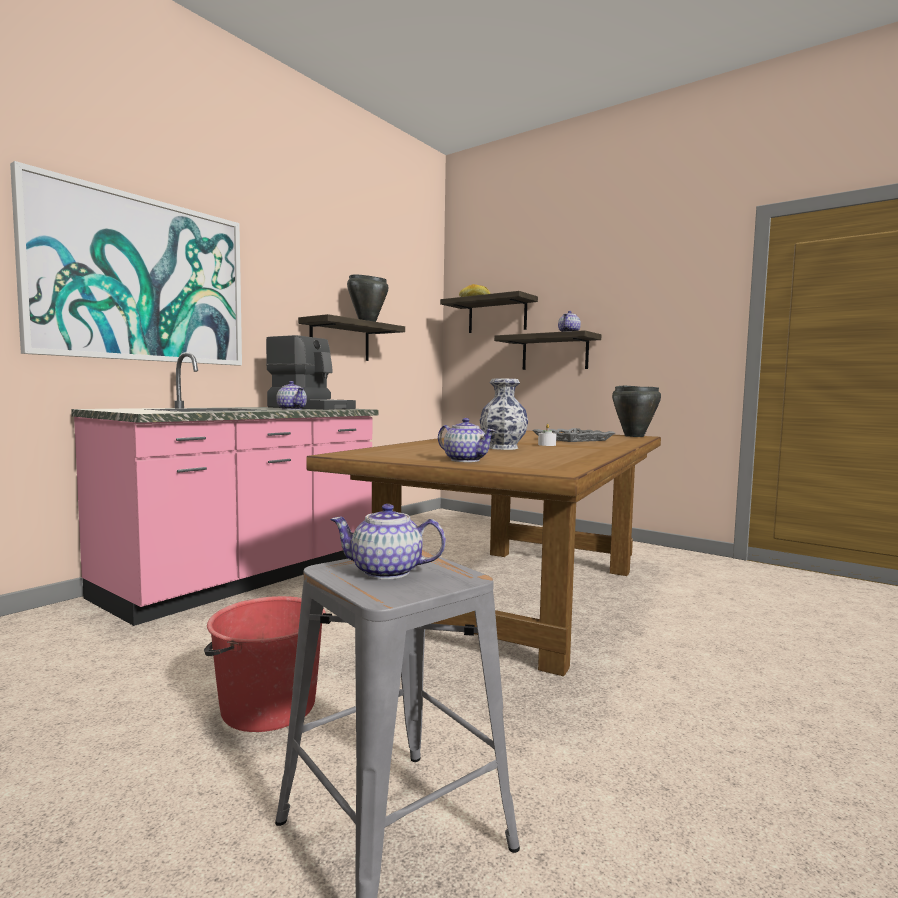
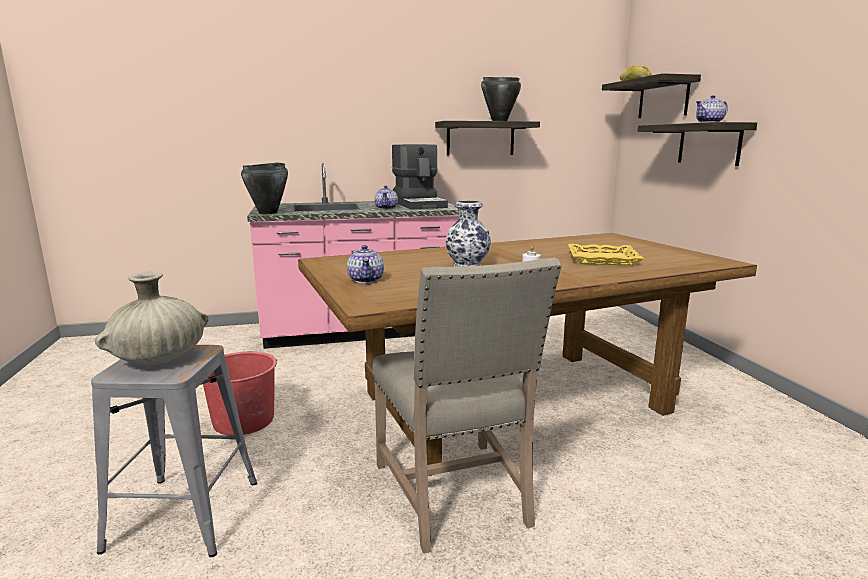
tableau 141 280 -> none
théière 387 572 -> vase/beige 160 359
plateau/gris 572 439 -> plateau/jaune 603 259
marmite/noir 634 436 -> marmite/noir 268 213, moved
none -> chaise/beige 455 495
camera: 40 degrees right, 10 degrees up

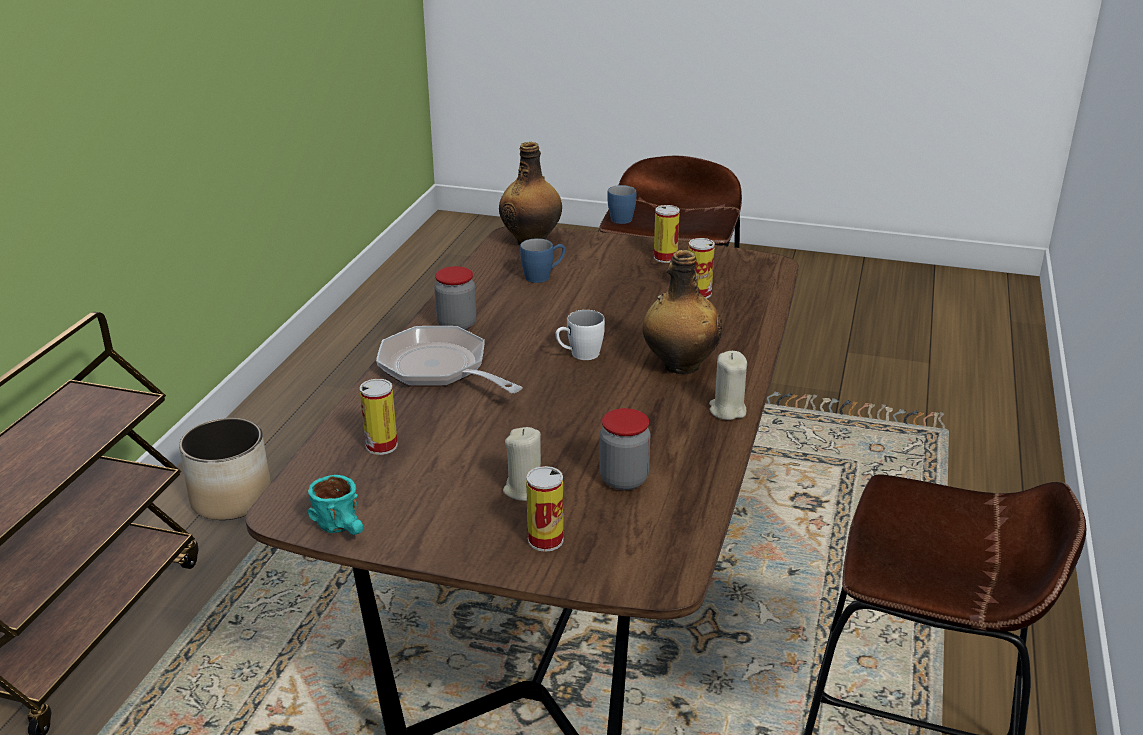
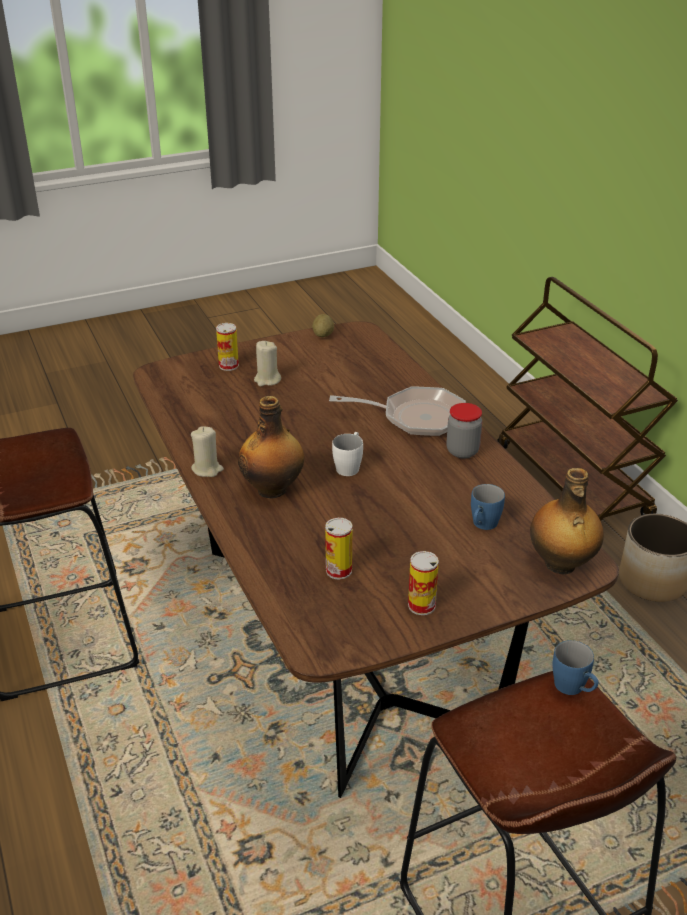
mug/turquoise 345 529 -> pomme de terre 323 335
boîte métallique 381 446 -> none
bocal 624 479 -> none
camera: 140 degrees right, 5 degrees up

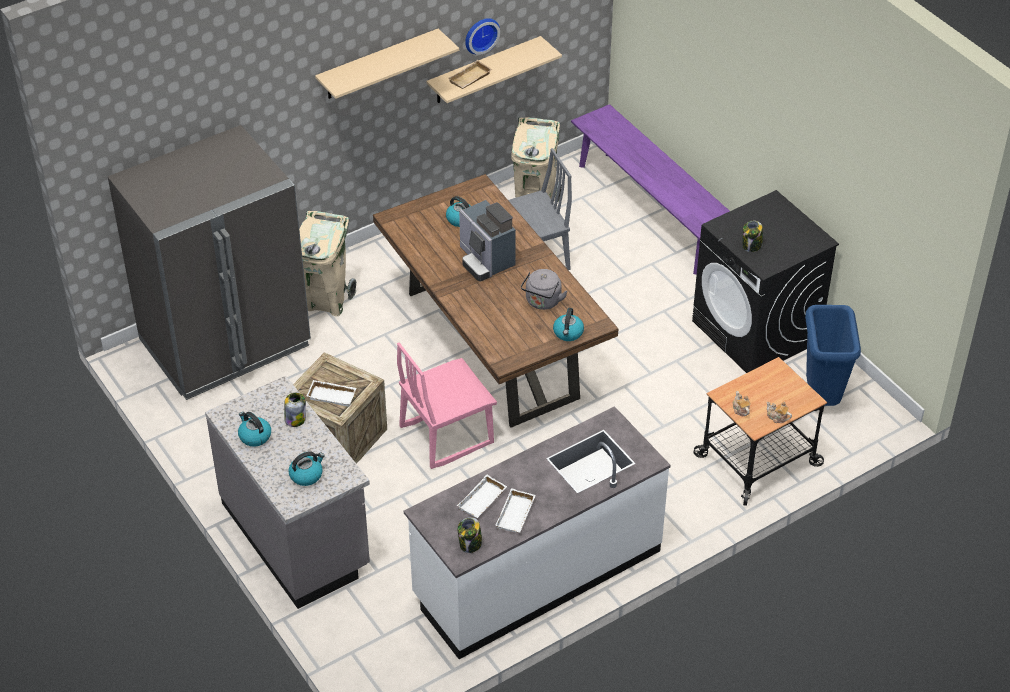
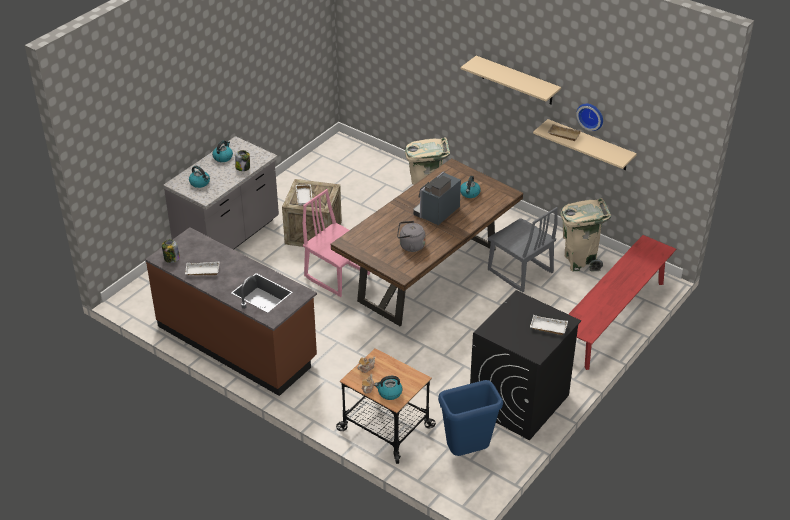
réfrigérateur/gris 226 343 -> none
comptoir de cuisine/blanc 536 574 -> comptoir de cuisine/marron 237 343
plateau/blanc 482 501 -> plateau/blanc 547 328, moved
bouilloire 568 333 -> bouilloire 389 393, moved
banc/violet 651 211 -> banc/rouge 613 319
bocal 751 246 -> none
camera: 70 degrees right, 5 degrees down

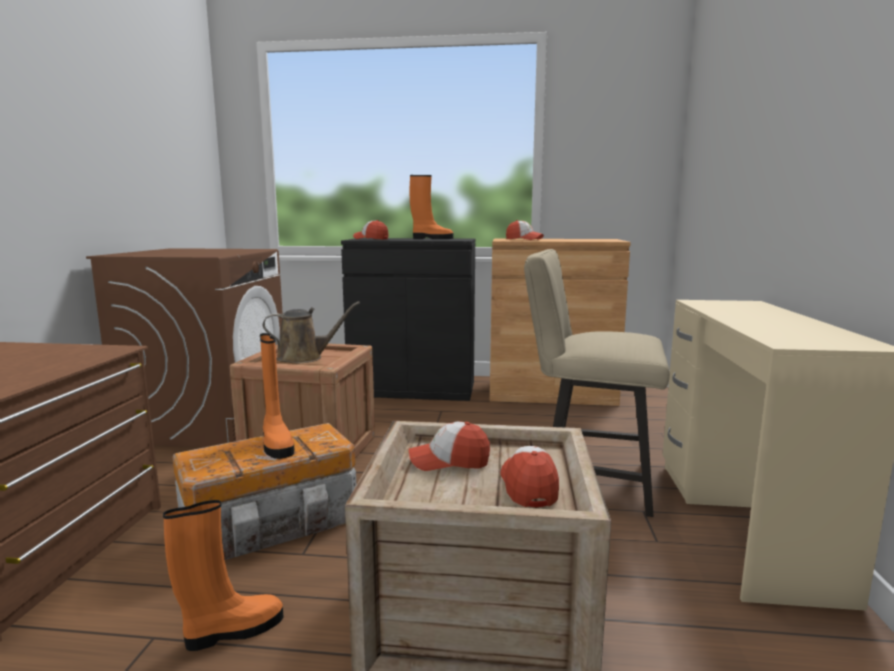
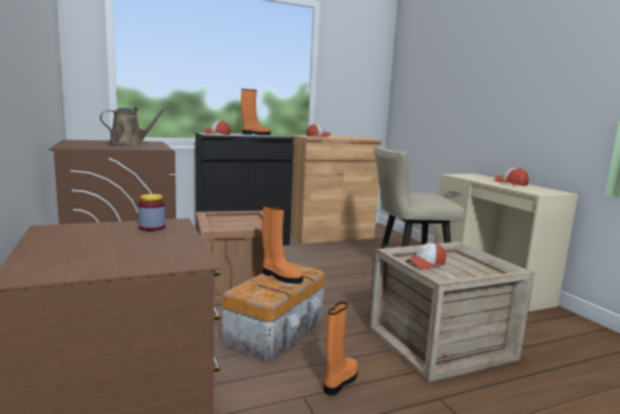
arrosoir/marron 304 358 -> arrosoir/marron 130 144, moved
casquette 528 486 -> casquette 511 183, moved
none -> bocal 152 227
camera: 30 degrees left, 0 degrees up

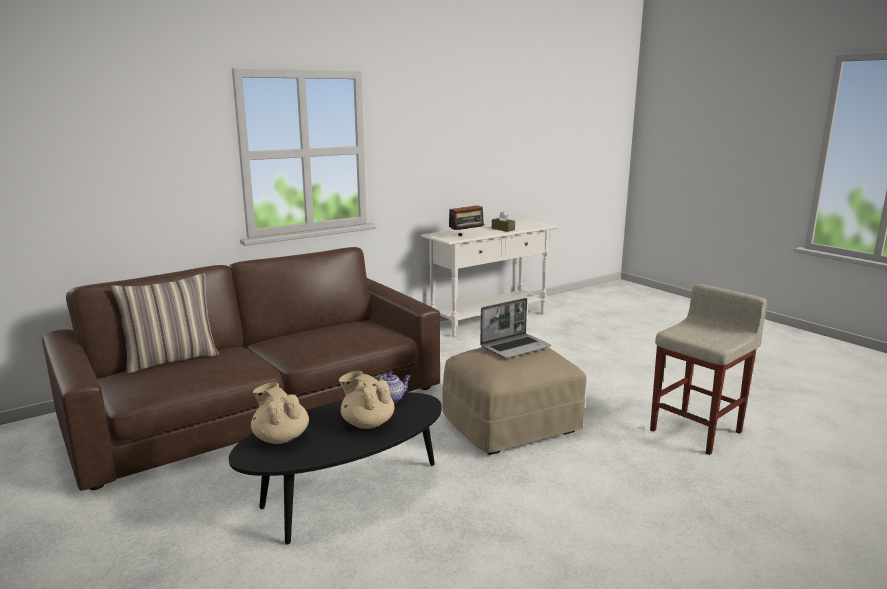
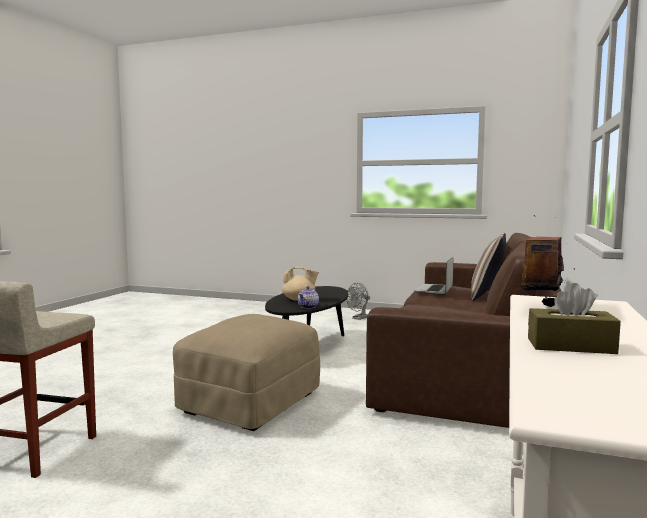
théière/beige 280 437 -> none
ordinateur portable 515 347 -> ordinateur portable 434 290, moved
none -> ventilateur/gris 359 318
camera: 145 degrees right, 10 degrees down

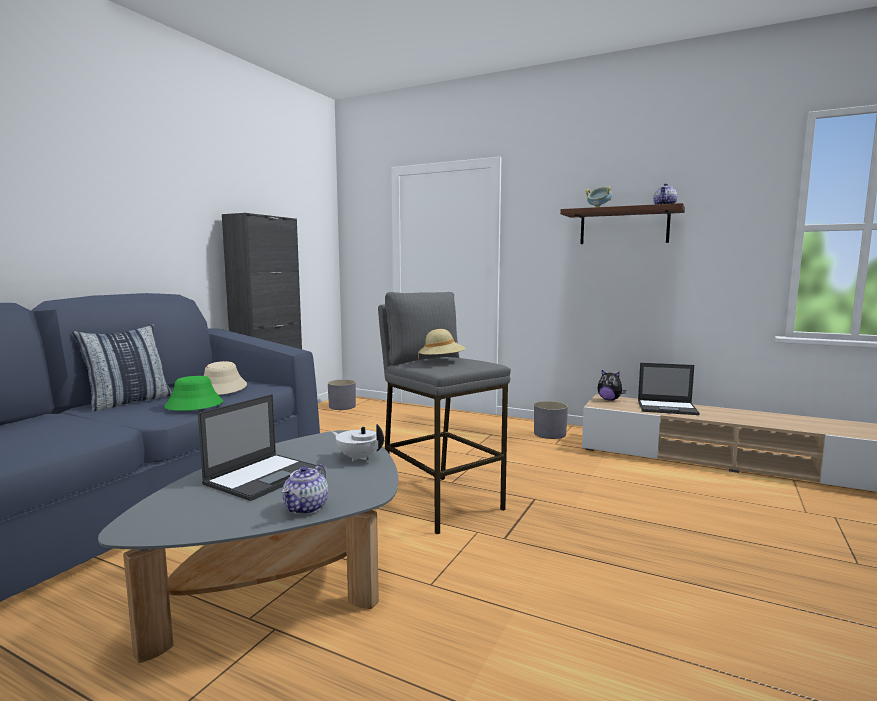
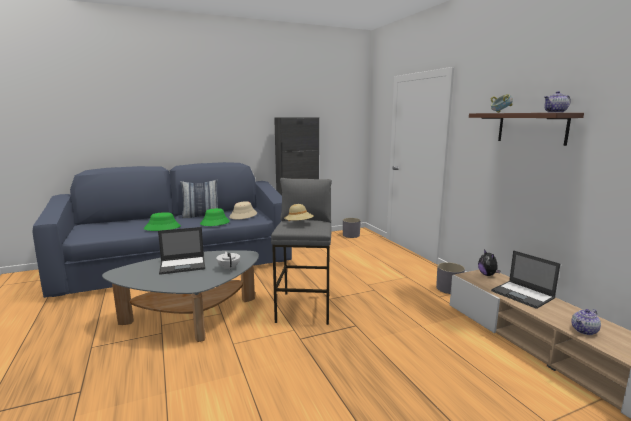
théière 306 508 -> théière 584 331, moved
none -> chapeau/vert 162 227
camera: 40 degrees right, 5 degrees up

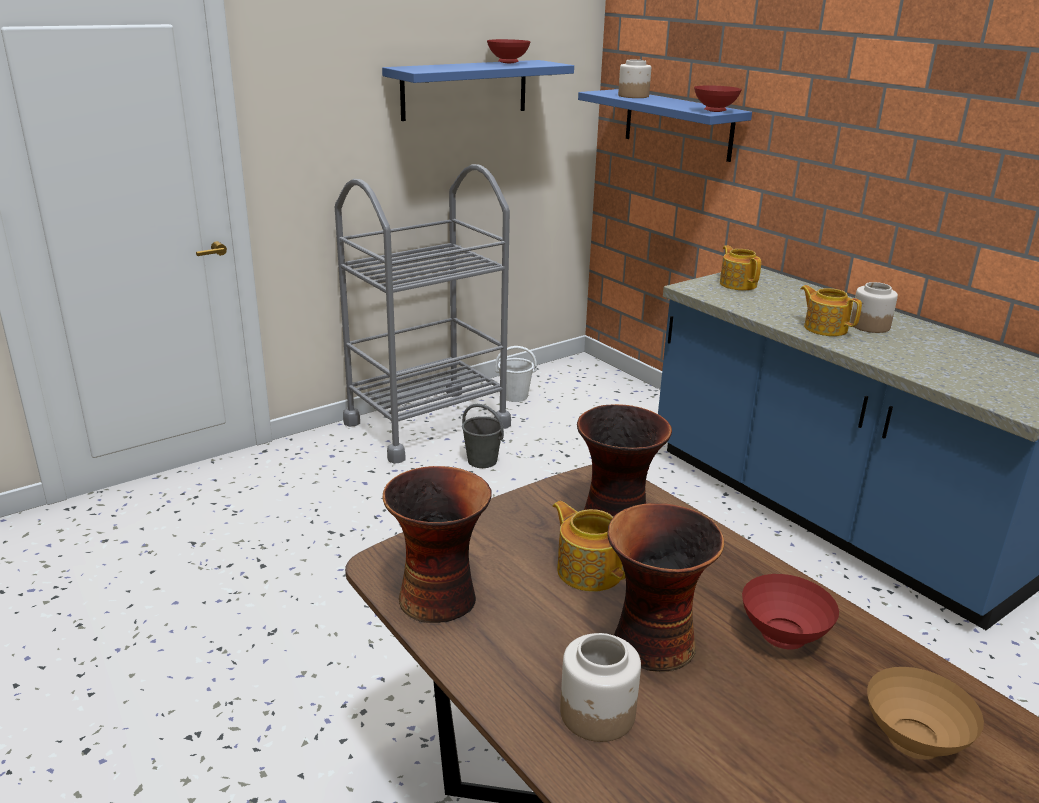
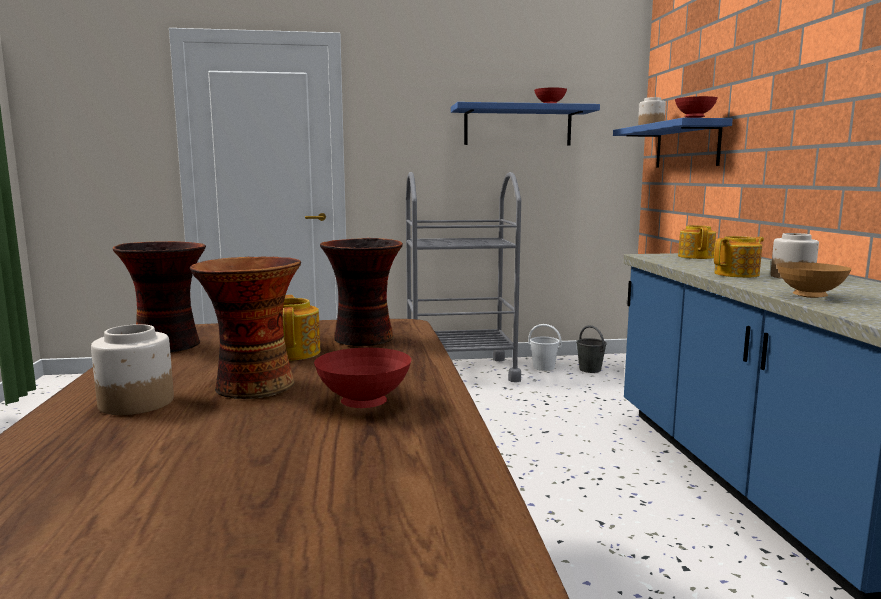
seau/gris 482 461 -> seau/gris 590 369, moved
théière 825 328 -> théière 737 274, 75 degrees clockwise
bol/marron 911 741 -> bol/marron 808 296, moved
camera: 30 degrees right, 15 degrees down

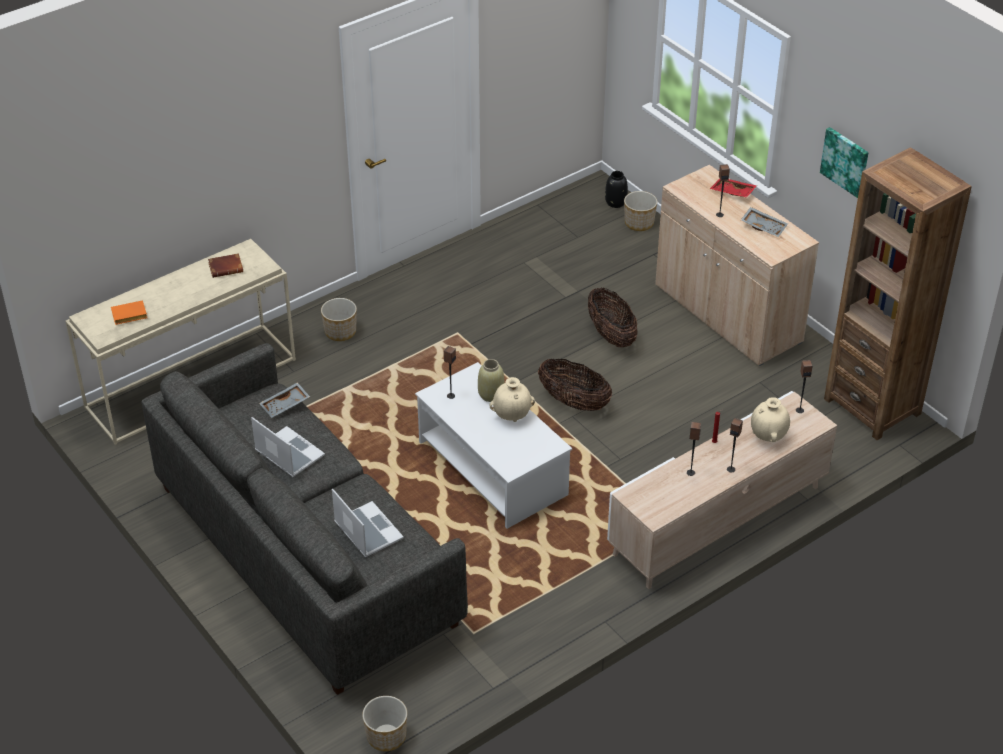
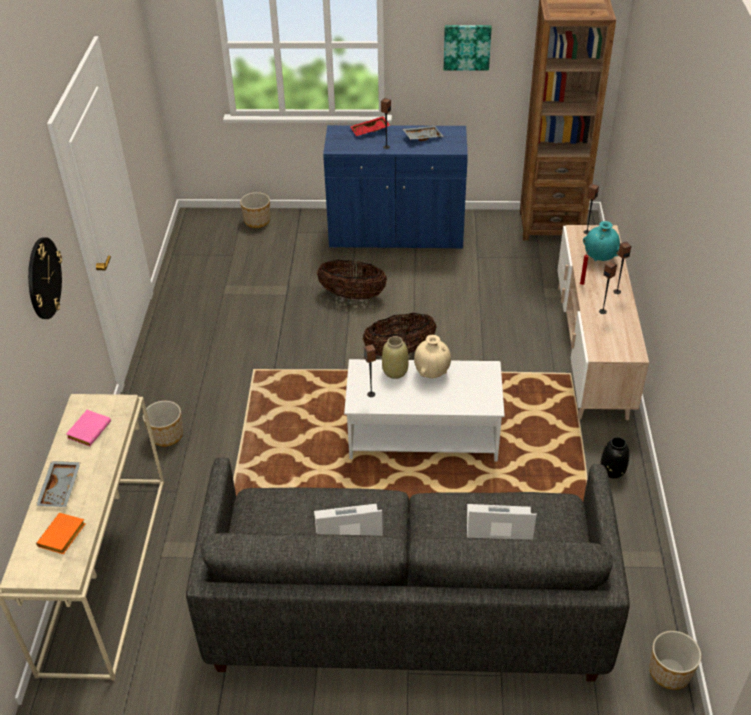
livre/marron 226 267 -> livre/rose 89 430
plateau/gris 285 405 -> plateau/gris 61 489, moved
vase/noir 616 202 -> vase/noir 612 470, moved
meuble de rangement/beige 727 314 -> meuble de rangement/bleu 396 234
vase/beige 768 437 -> vase/turquoise 600 258
none -> horloge murale 43 278
camera: 50 degrees left, 0 degrees up

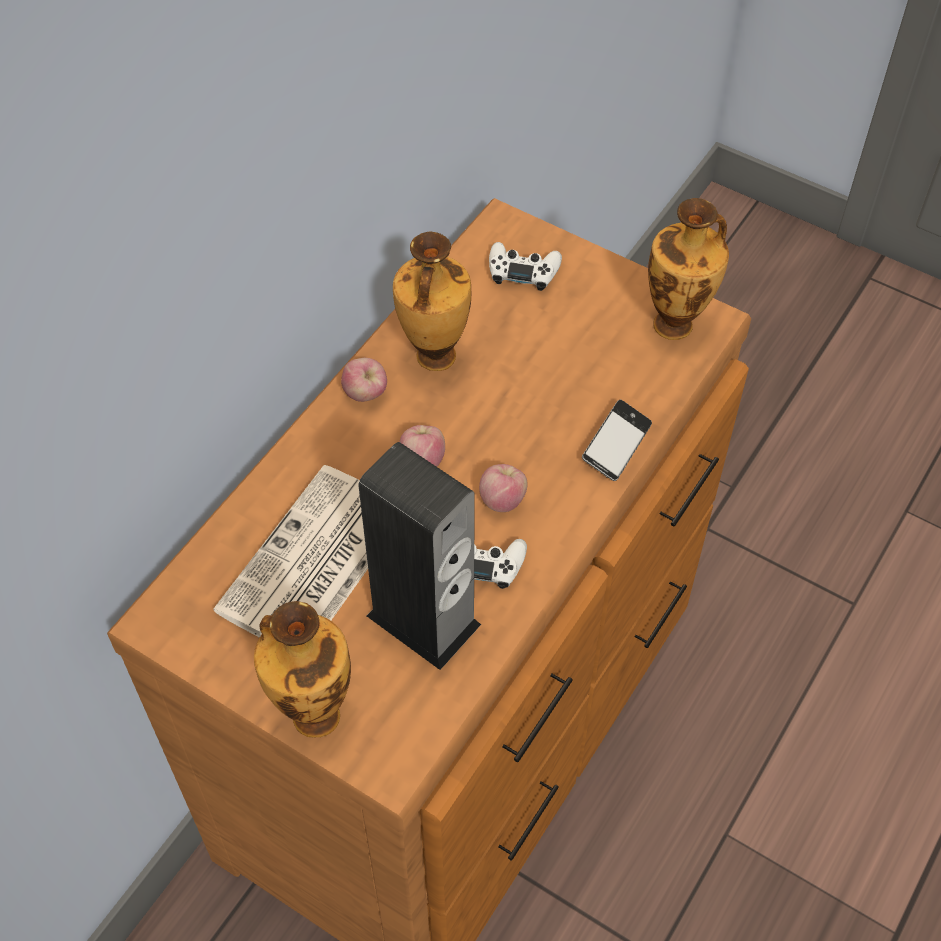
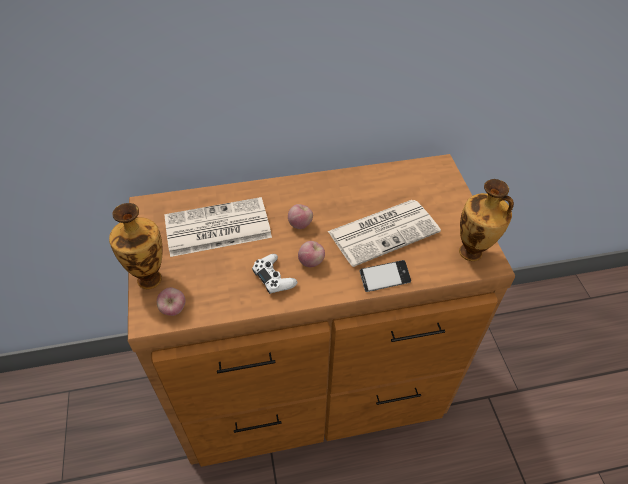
pomme 365 394 -> pomme 173 309, moved
enceinte 423 620 -> none
vase 434 358 -> none
manette/blanc 523 271 -> none
none -> journal 384 231
camera: 45 degrees right, 5 degrees down

